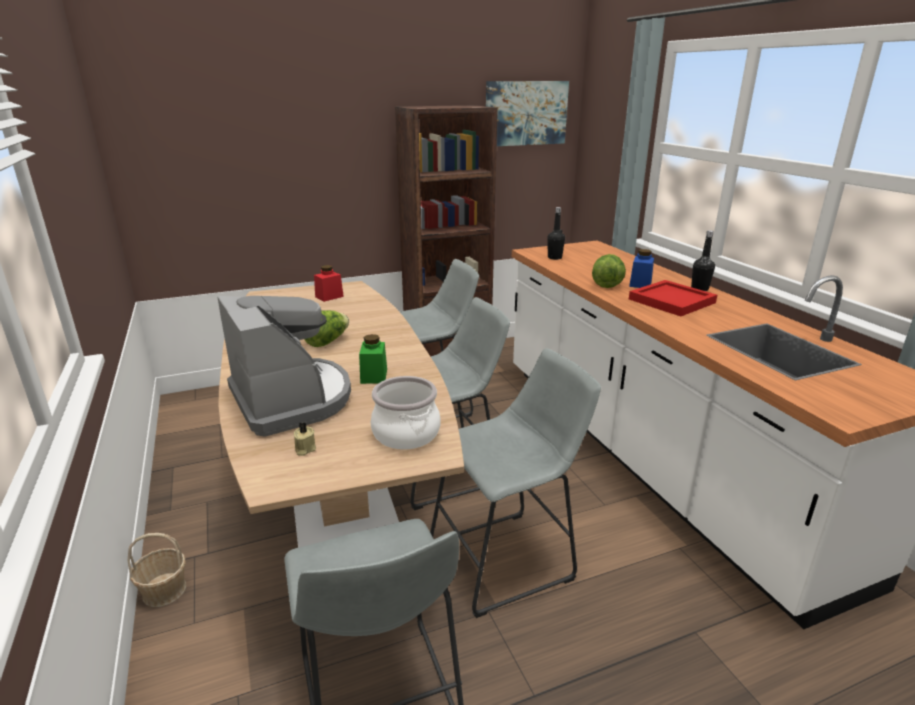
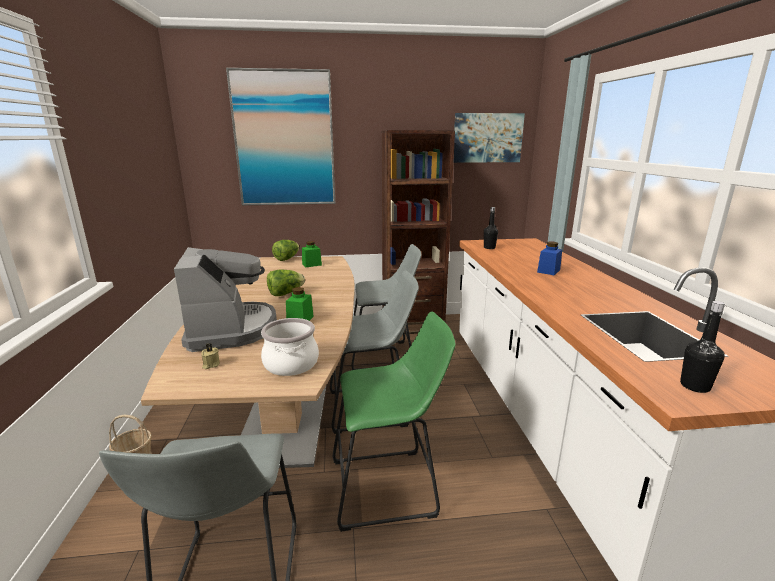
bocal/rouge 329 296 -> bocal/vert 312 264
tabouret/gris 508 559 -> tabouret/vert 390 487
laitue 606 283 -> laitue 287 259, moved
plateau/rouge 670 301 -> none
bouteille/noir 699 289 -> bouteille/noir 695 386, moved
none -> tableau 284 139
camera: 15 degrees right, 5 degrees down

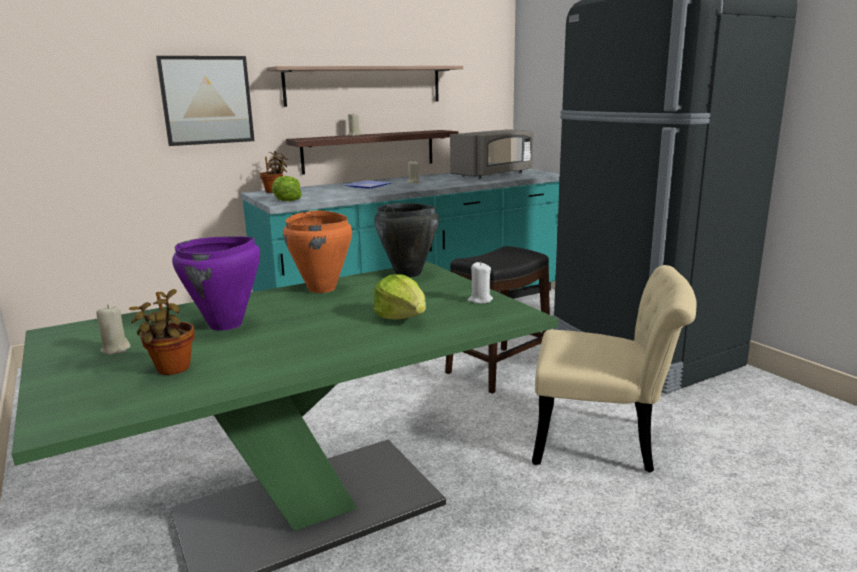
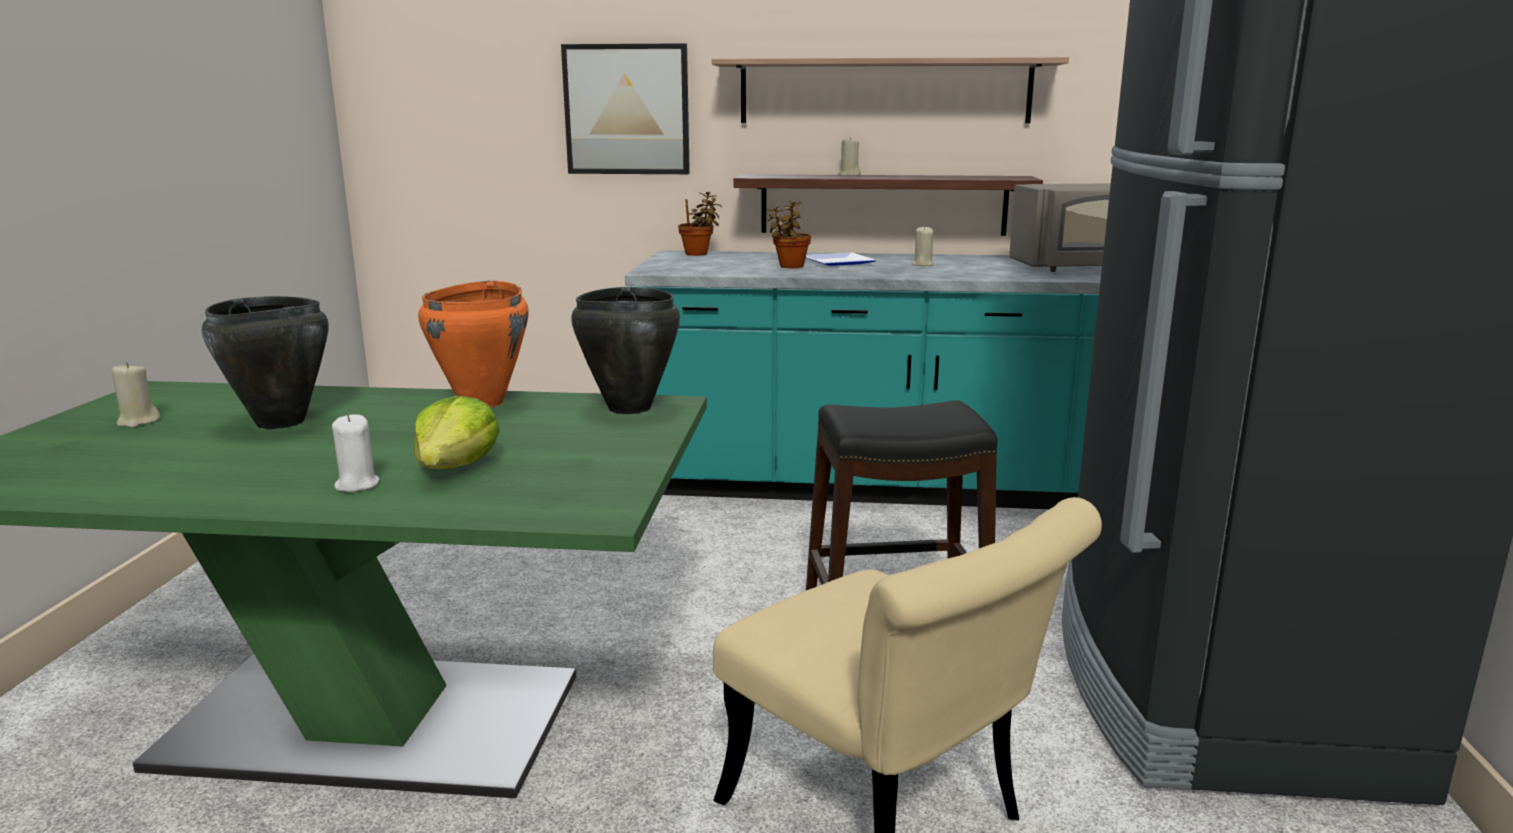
plante en pot 171 370 -> plante en pot 789 267, moved
marmite/violet 226 325 -> marmite/noir 280 422
laitue 286 200 -> none
bougie/blanc 480 300 -> bougie/blanc 357 484, moved
camera: 35 degrees right, 0 degrees up

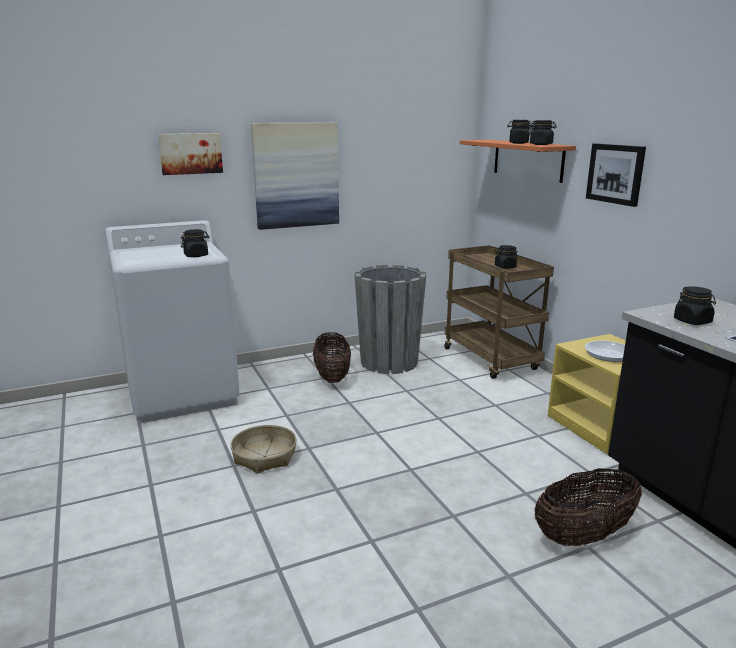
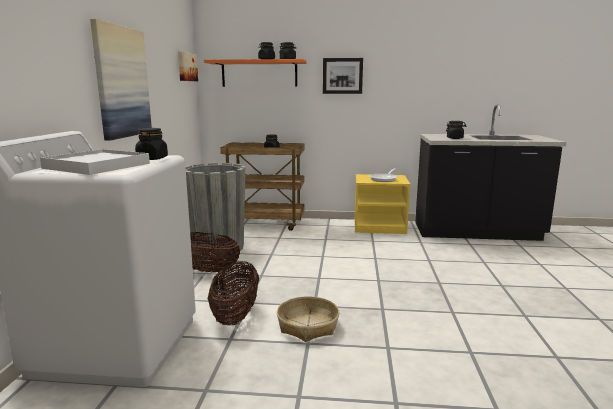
tableau 190 153 -> tableau 186 67, moved
panier 584 535 -> panier 235 315, moved
none -> plateau/blanc 97 166
camera: 60 degrees left, 5 degrees down

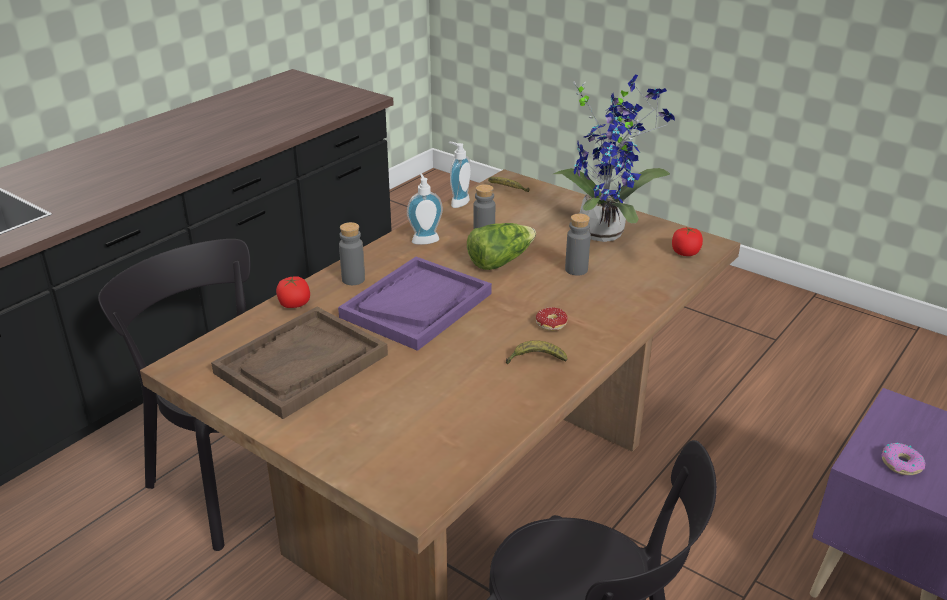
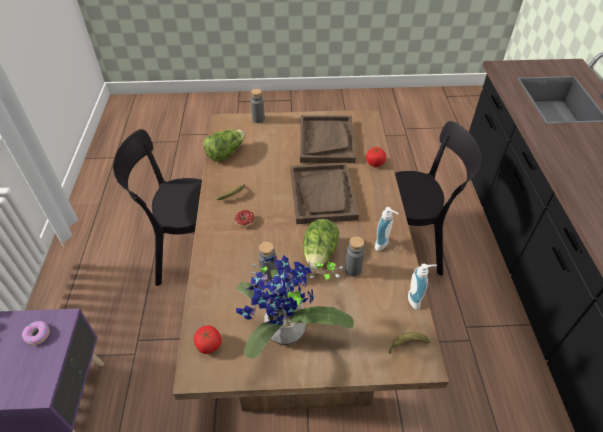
plateau/violet 416 305 -> plateau/marron 322 194
bouteille/gris 353 279 -> bouteille/gris 258 119, moved
none -> laitue 225 153
camera: 140 degrees right, 15 degrees up

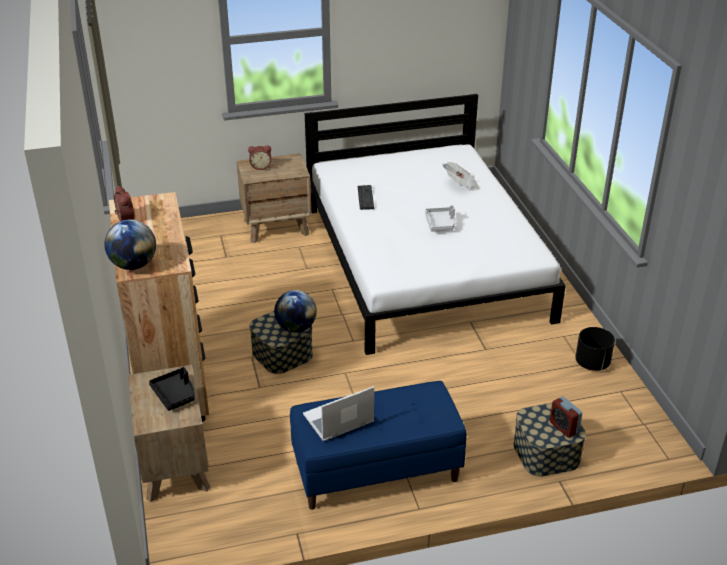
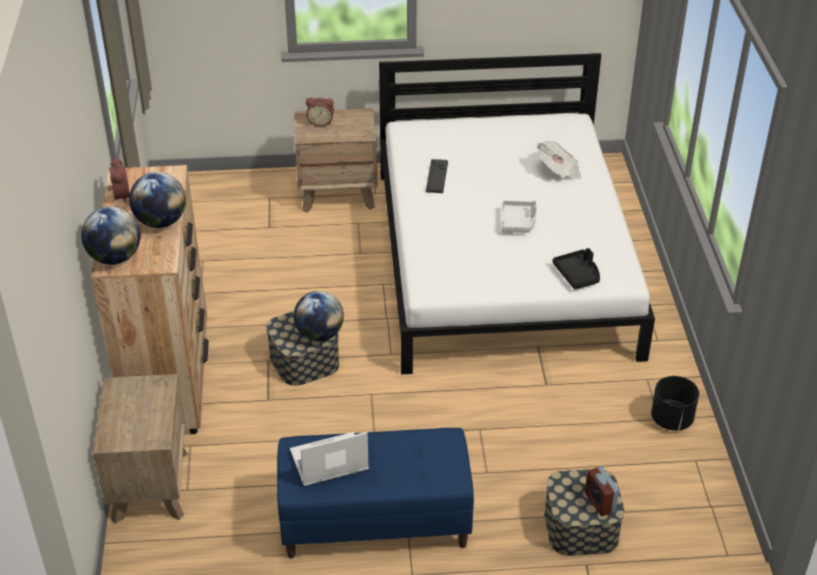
plateau/noir 175 394 -> plateau/noir 578 274, moved
none -> globe 161 222
camera: 10 degrees right, 5 degrees up

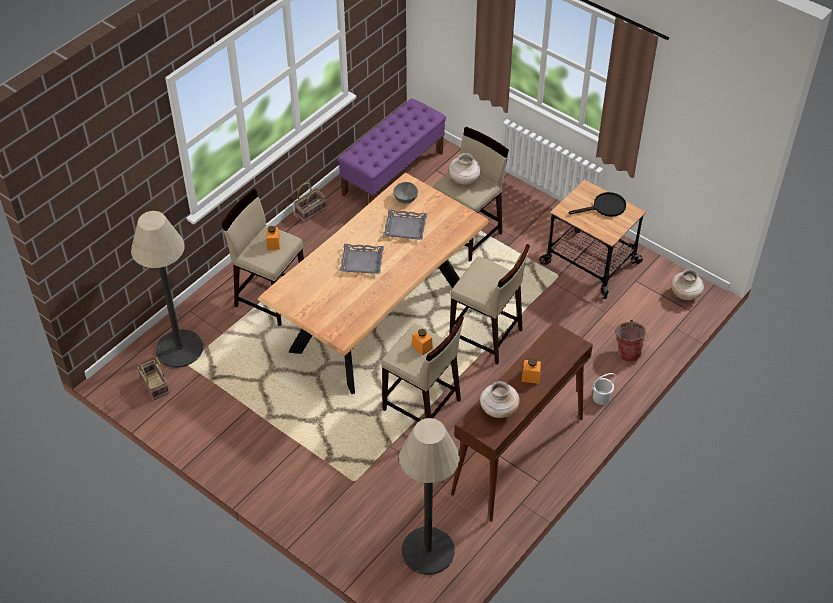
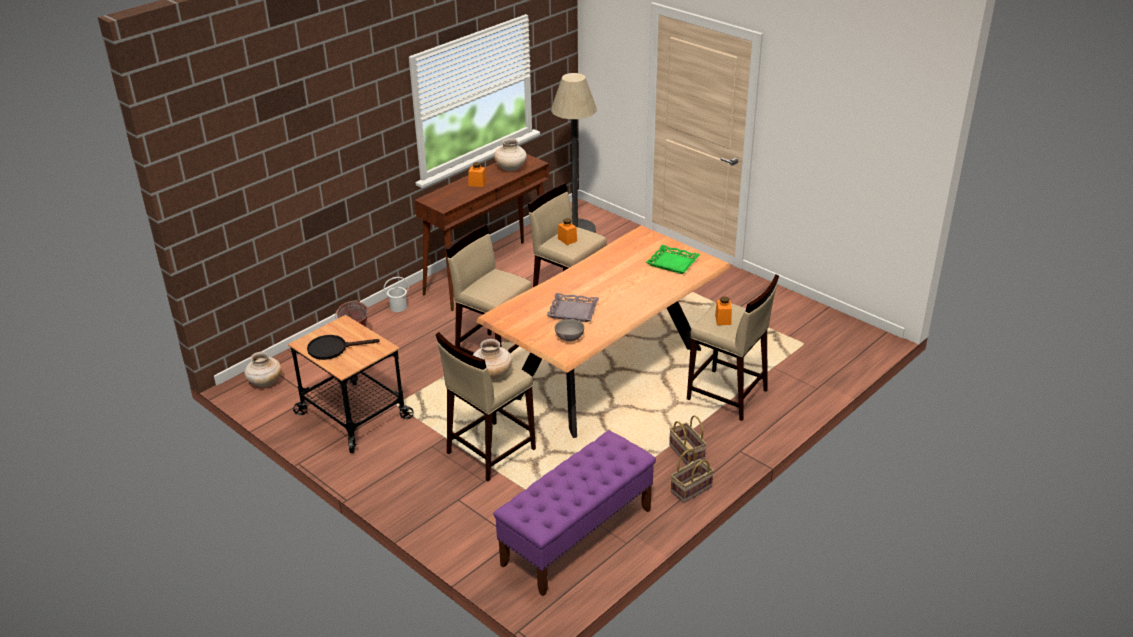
lampadaire 179 349 -> none
panier 156 386 -> panier 685 452, moved
plateau/gris 362 262 -> none
none -> plateau/vert 673 263
camera: 175 degrees left, 15 degrees down

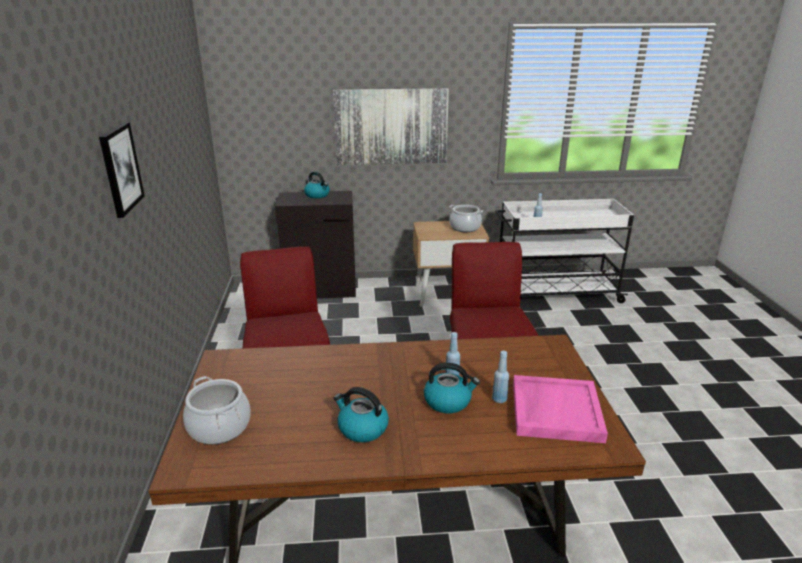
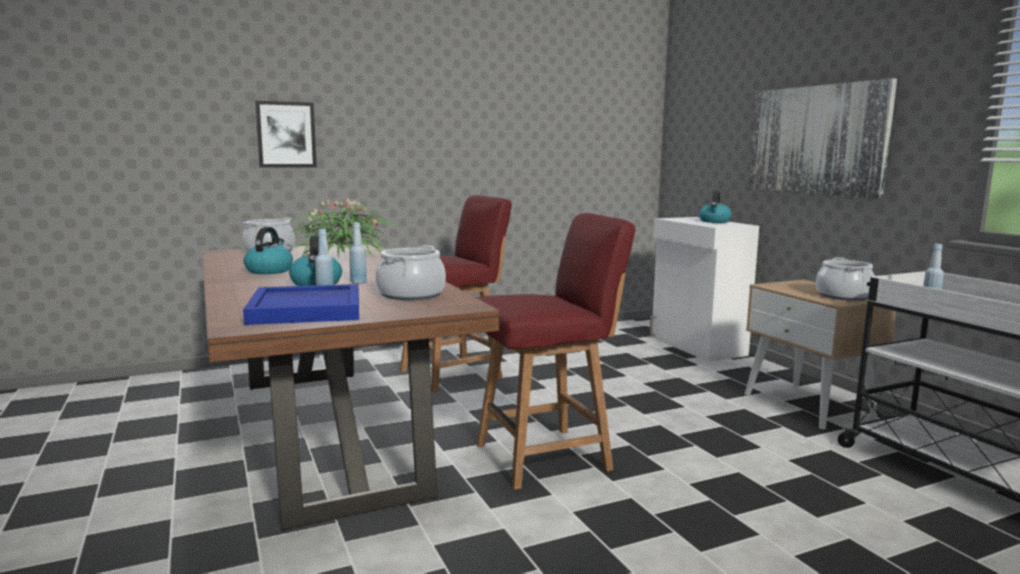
tableau 120 169 -> tableau 286 134, moved
meuble de rangement/noir 321 290 -> meuble de rangement/blanc 696 346
plateau/rose 555 410 -> plateau/bleu 307 309
none -> plante en pot 343 258
none -> marmite 411 294
camera: 70 degrees right, 15 degrees down

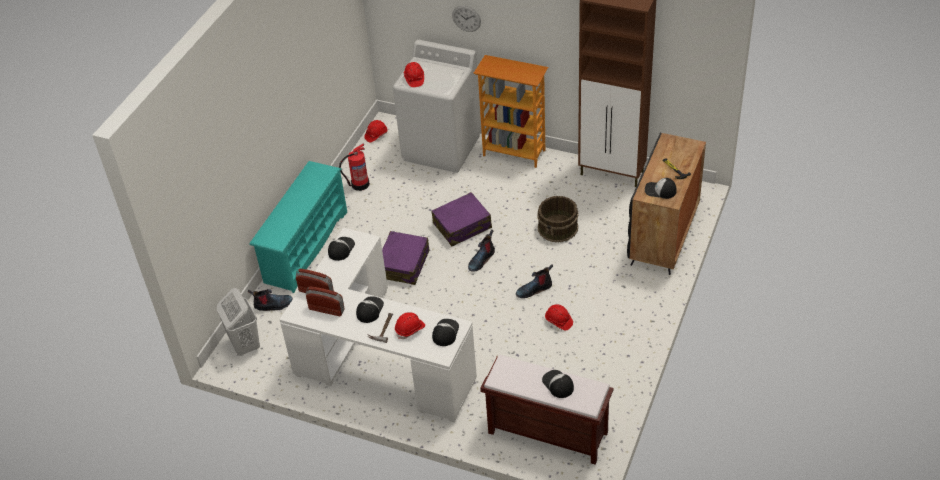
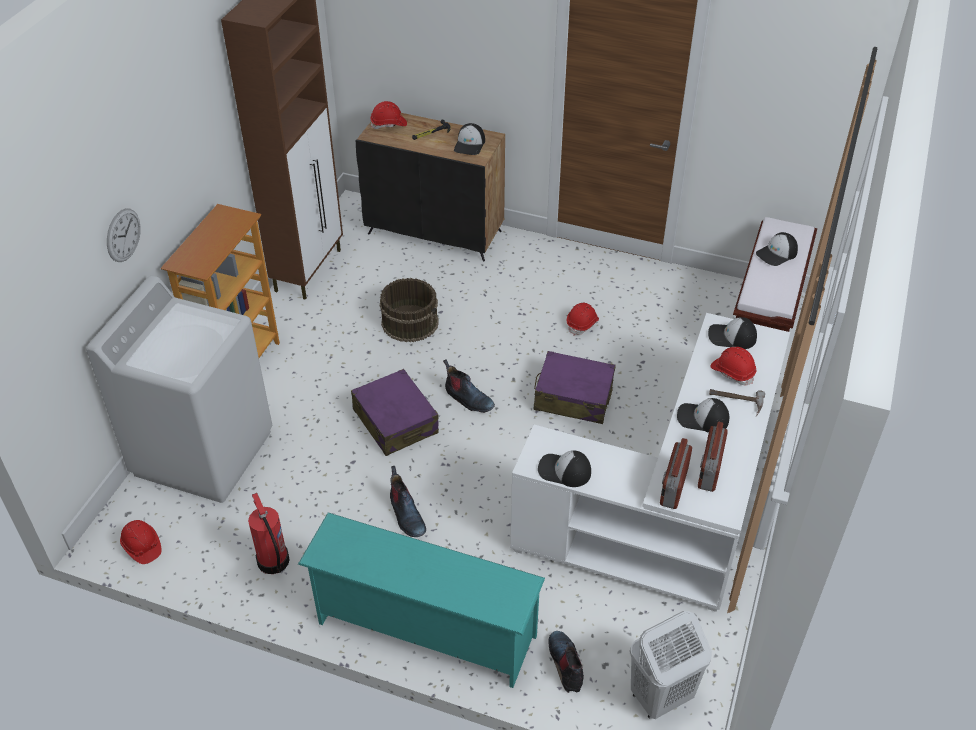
valise/violet 403 264 -> valise/violet 573 397, moved
casque de chantier/rouge 414 79 -> casque de chantier/rouge 389 124, moved
botte 534 289 -> botte 406 515, moved
camera: 95 degrees left, 0 degrees up

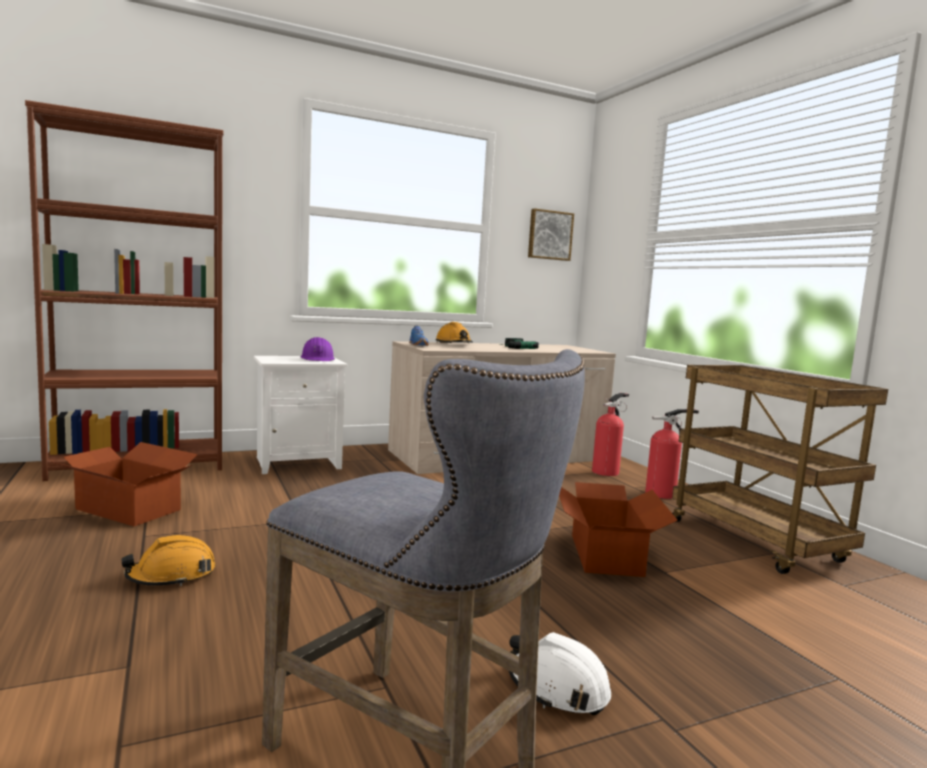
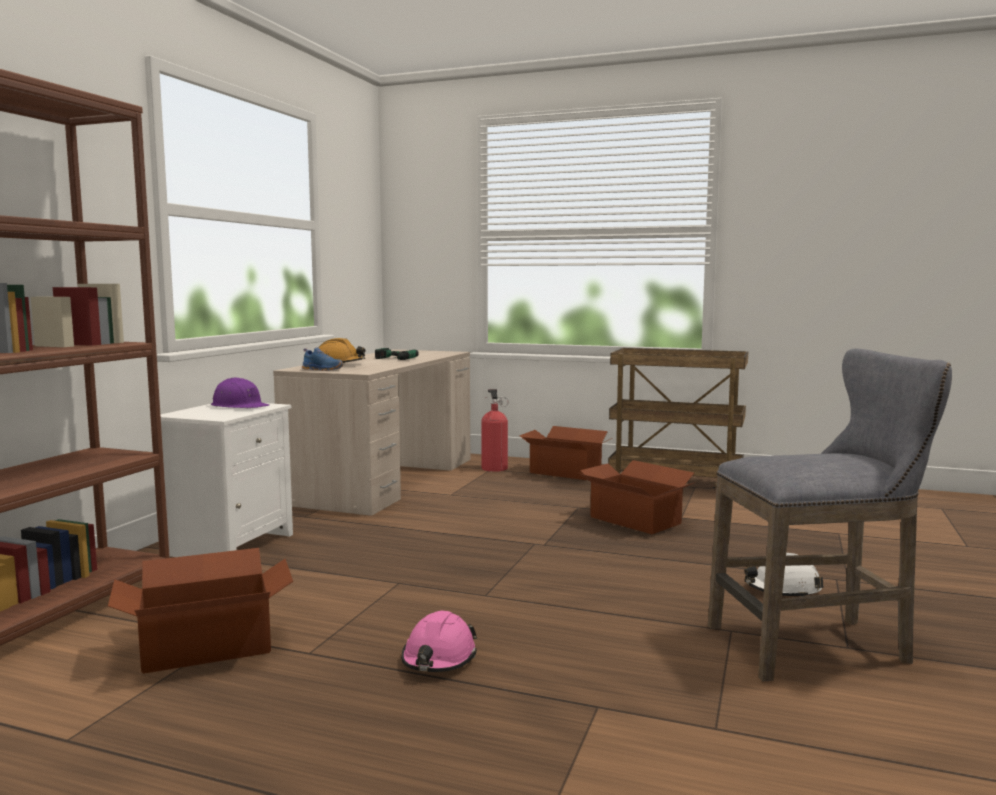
casque de chantier/orange 171 576 -> casque de chantier/rose 439 659
tableau 549 235 -> none
extincteur 663 494 -> carton 565 472
camera: 45 degrees left, 0 degrees up

